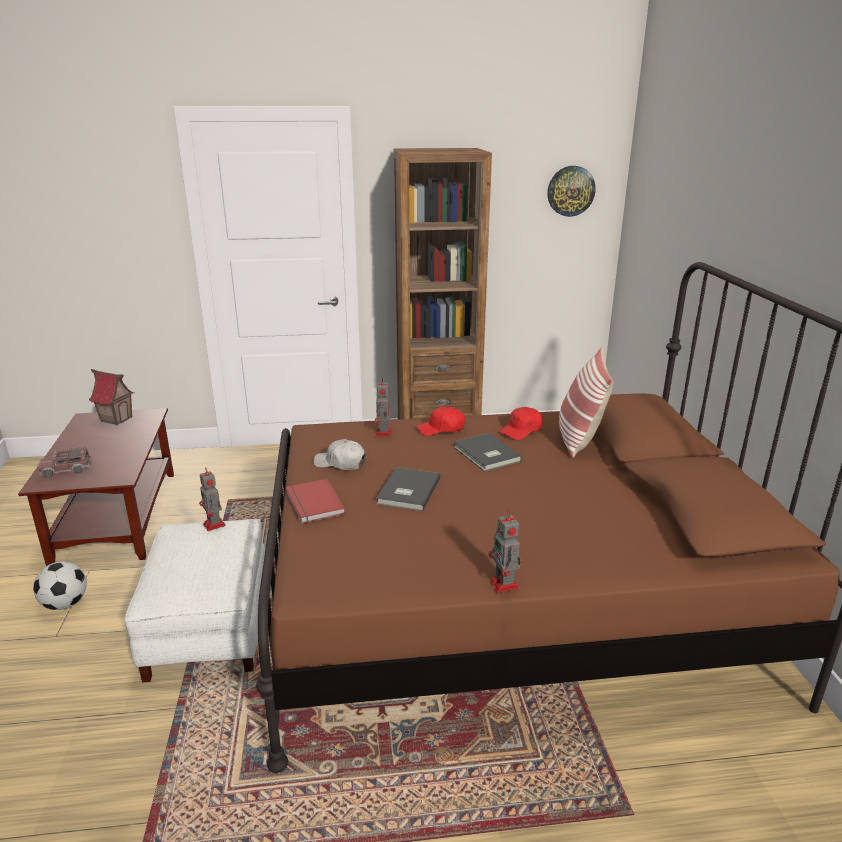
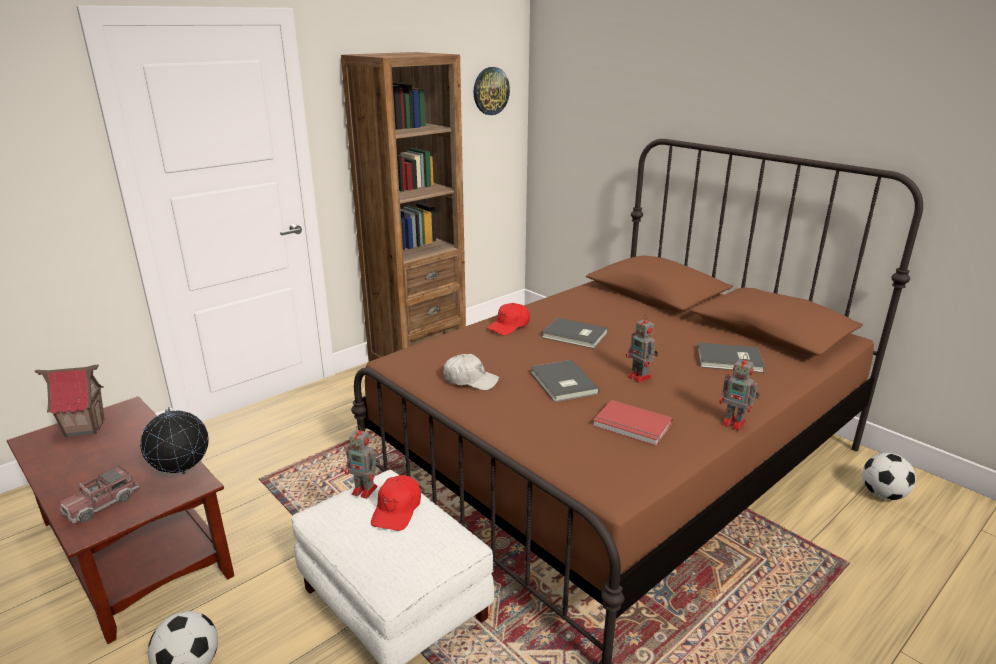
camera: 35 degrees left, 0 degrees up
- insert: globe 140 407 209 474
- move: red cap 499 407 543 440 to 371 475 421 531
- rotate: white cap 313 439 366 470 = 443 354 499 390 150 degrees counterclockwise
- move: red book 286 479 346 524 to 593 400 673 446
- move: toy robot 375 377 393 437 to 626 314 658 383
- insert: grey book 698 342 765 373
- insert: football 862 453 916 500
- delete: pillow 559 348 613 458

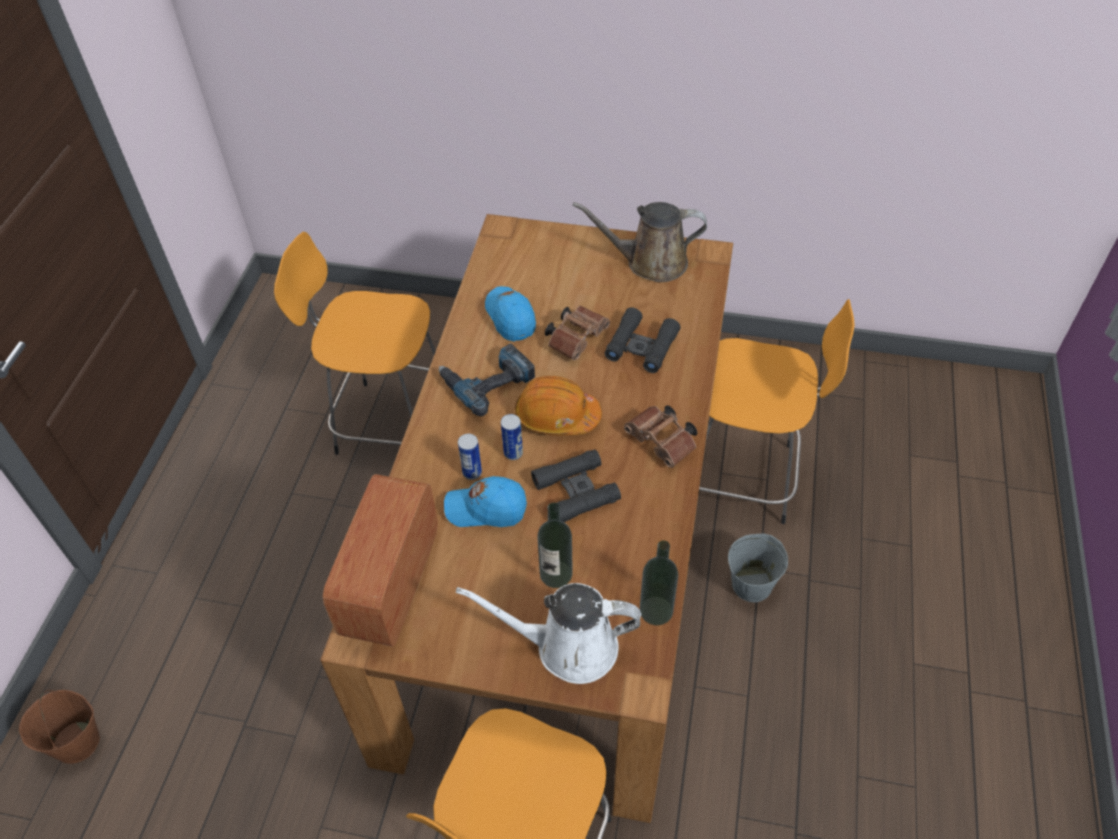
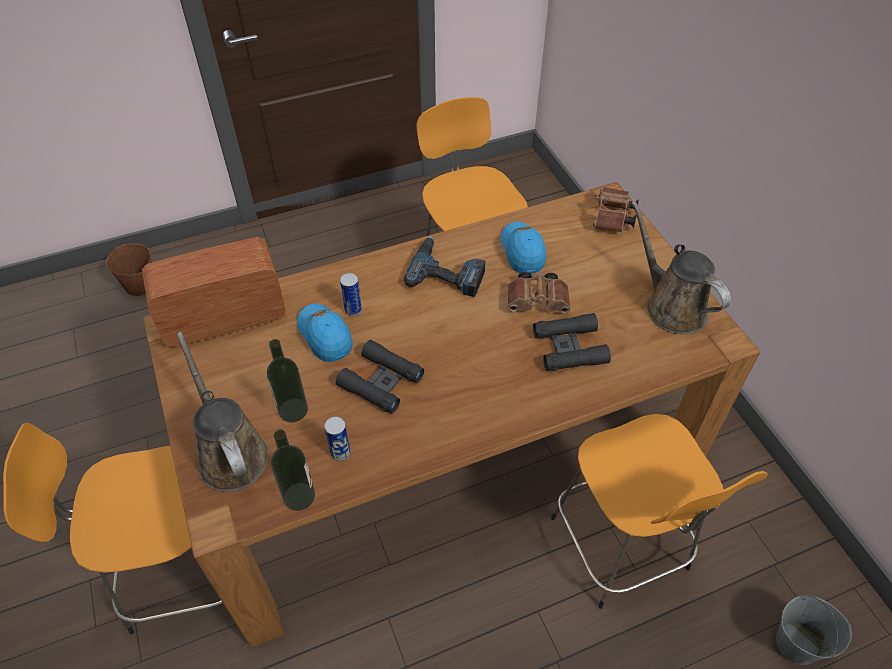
camera: 55 degrees right, 0 degrees up
- recolor: white watering can 456 583 641 684 to brown watering can 177 332 269 492
- move: can 501 414 523 460 to 324 416 351 461
- rotate: blue cap 485 286 536 341 = 501 221 546 274 45 degrees counterclockwise
- move: brown binoculars 624 405 697 468 to 593 187 639 232
- move: grey bucket 728 534 788 602 to 776 595 852 665
- delete: orange hard hat 515 376 602 435

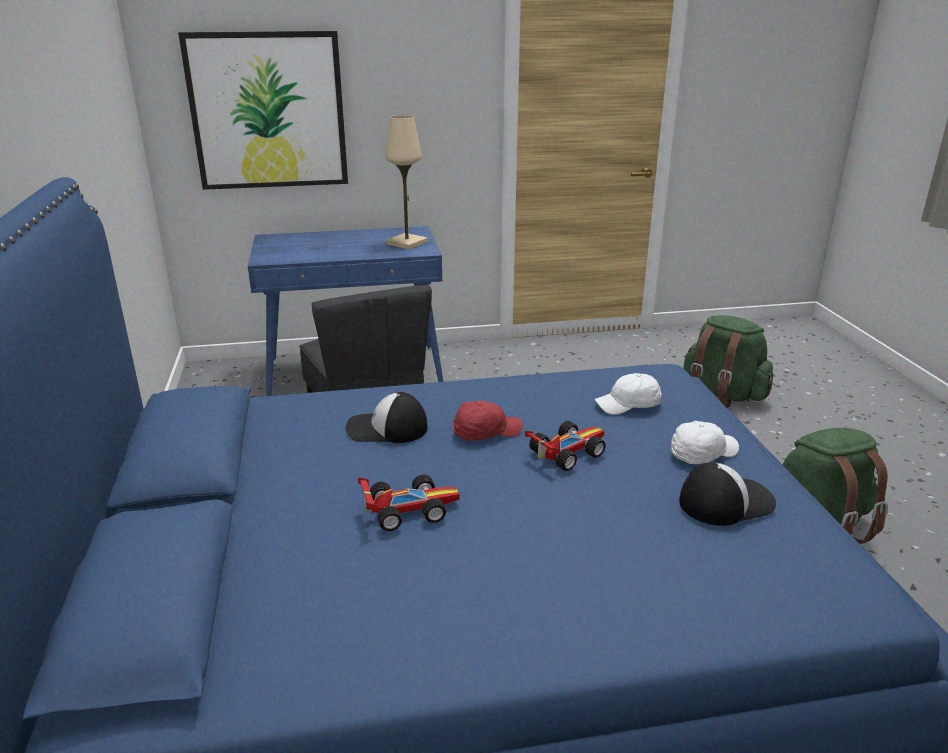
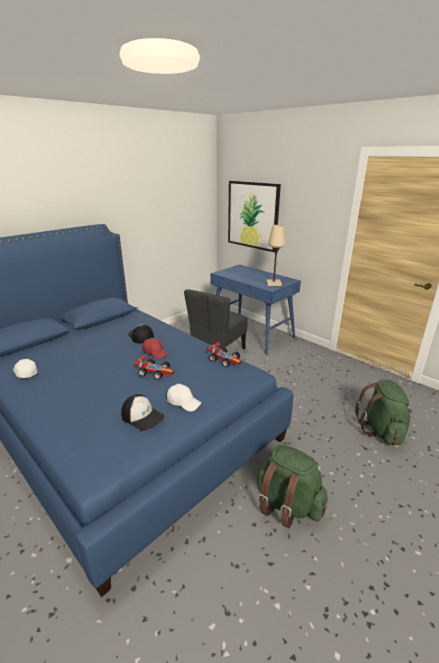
camera: 55 degrees right, 0 degrees up
- move: white cap 594 373 662 415 to 13 359 38 378
- move: toy car 358 474 460 531 to 207 342 242 367

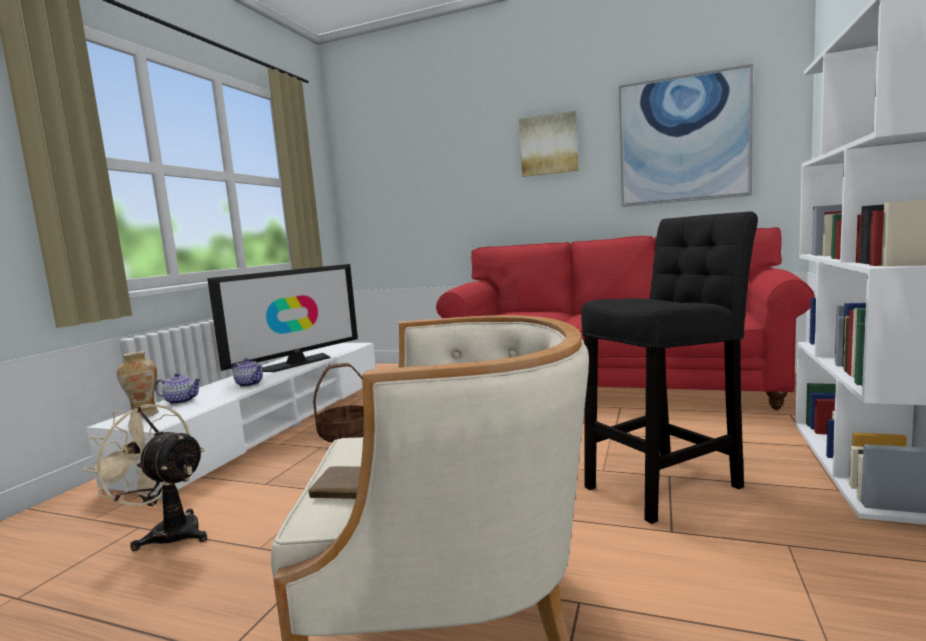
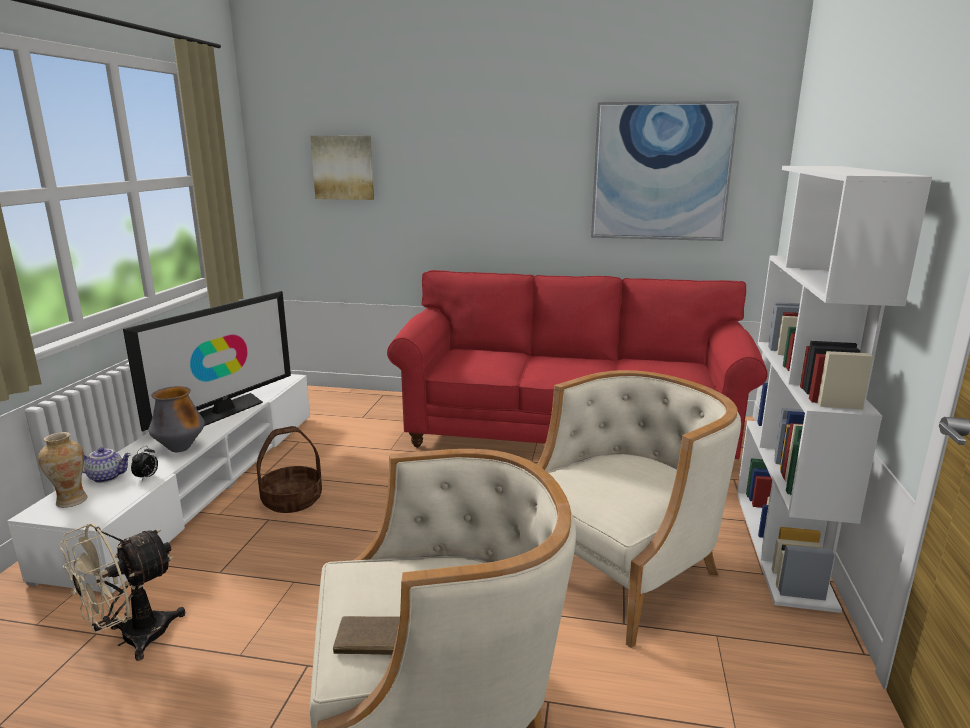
camera: 10 degrees left, 10 degrees up
- rotate: beige fan 83 404 207 551 = 59 523 185 661 60 degrees counterclockwise
- insert: alarm clock 131 446 158 481
- replace: teapot 233 358 263 387 to vase 148 386 205 452
- move: picture 519 111 578 177 to 310 136 374 200
- replace: black stool 581 212 758 524 to beige armchair 537 370 741 648

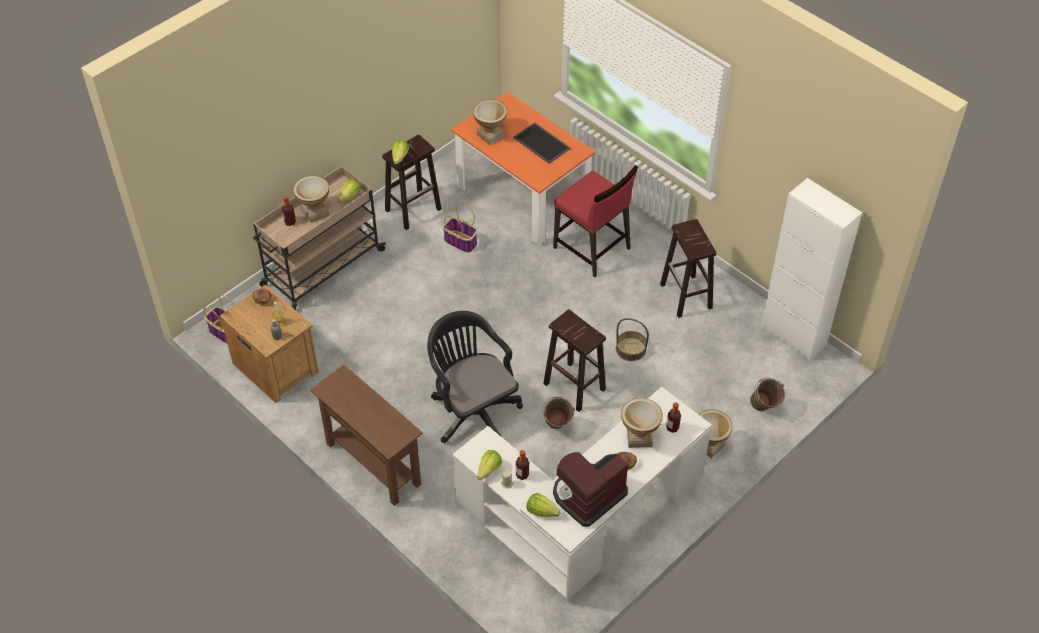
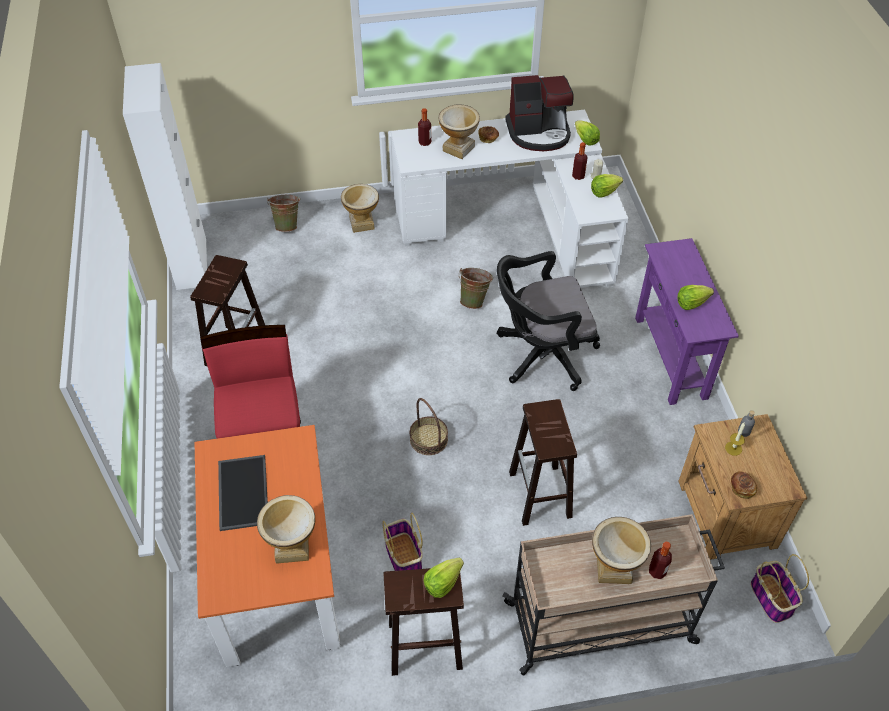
camera: 145 degrees left, 0 degrees up
- move: basket 616 318 649 361 to 410 398 448 455
- rotate: black office chair 427 311 523 443 = 497 251 600 391 75 degrees clockwise
- move: brown stool 543 309 606 412 to 509 399 577 526
- recolor: brown console table 310 365 423 506 to purple console table 635 238 739 405
- move: lettuce 337 179 361 202 to 678 285 714 310

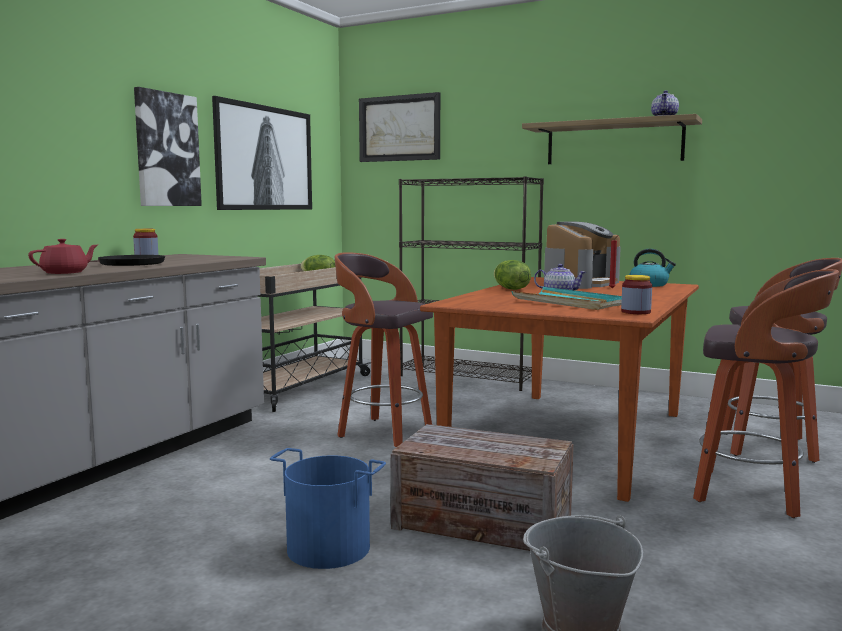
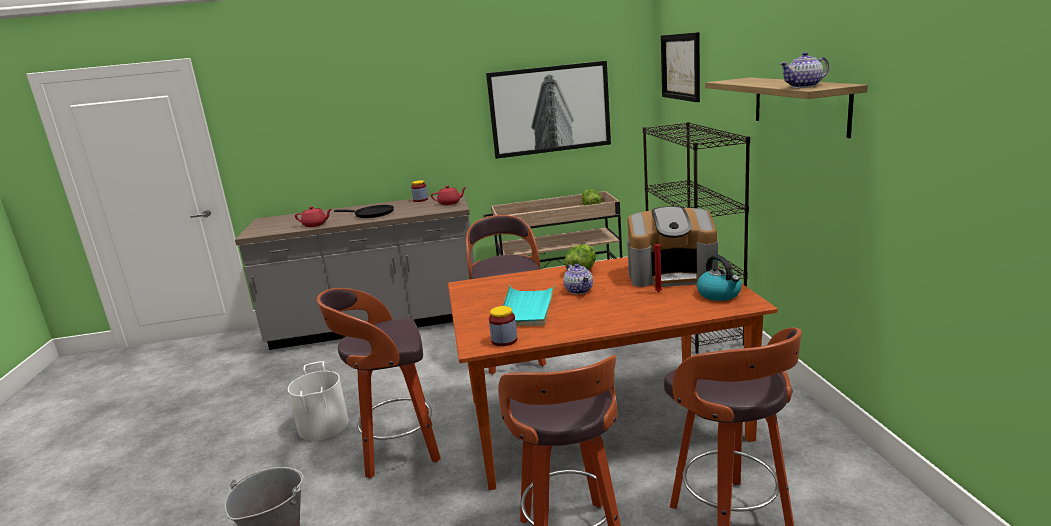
camera: 55 degrees right, 10 degrees up
- recolor: blue bucket 270 448 386 569 to white bucket 288 361 349 441
- replace: crate 391 424 574 551 to stool 317 288 441 479
- insert: red teapot 431 186 467 205
- delete: picture 134 87 202 206

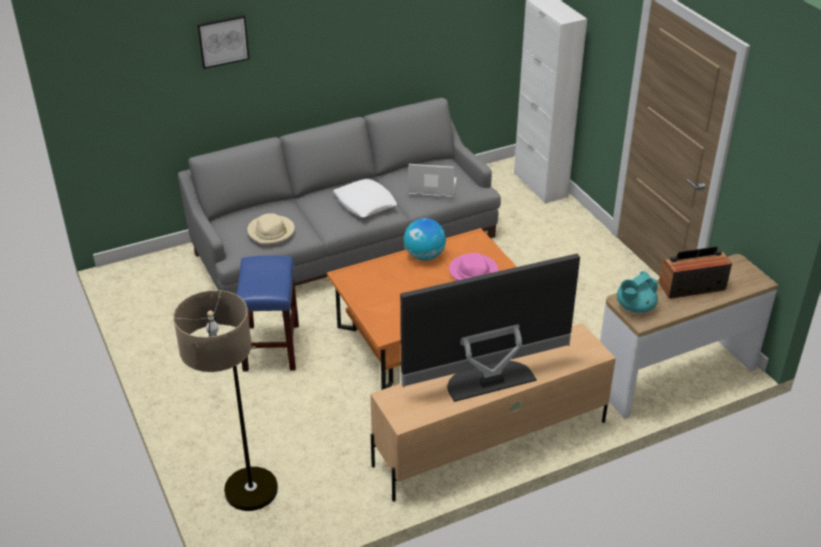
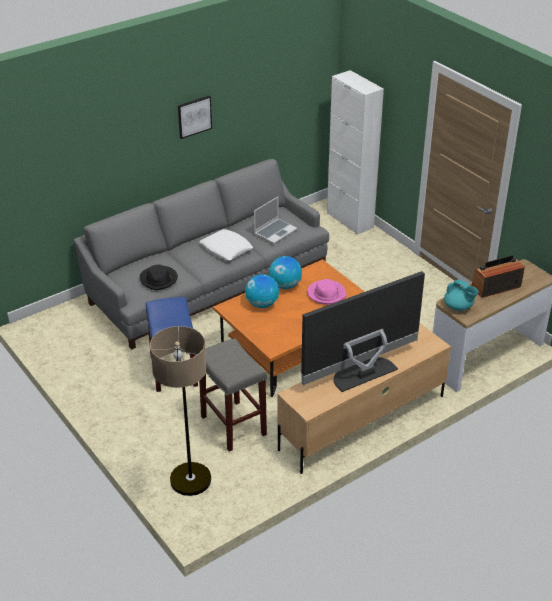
camera: 10 degrees left, 0 degrees up
- recolor: beige hat 247 213 295 245 to black hat 140 265 178 290
- move: picture 197 15 249 69 to 178 96 212 139
- insert: grey stool 199 338 267 451
- insert: globe 245 274 279 308
- rotate: laptop 409 164 457 198 = 254 196 298 244 135 degrees clockwise
- rotate: turquoise teapot 617 271 658 313 = 444 280 479 311 90 degrees counterclockwise

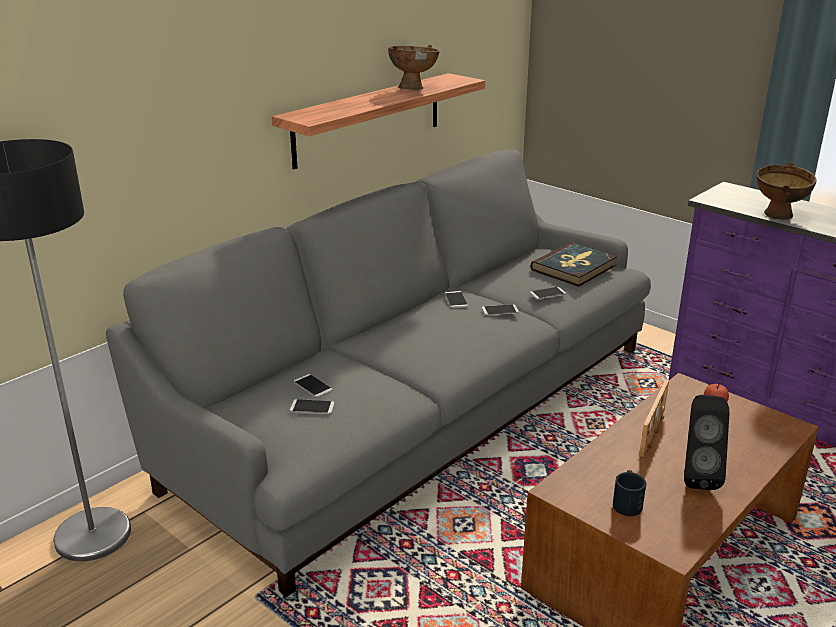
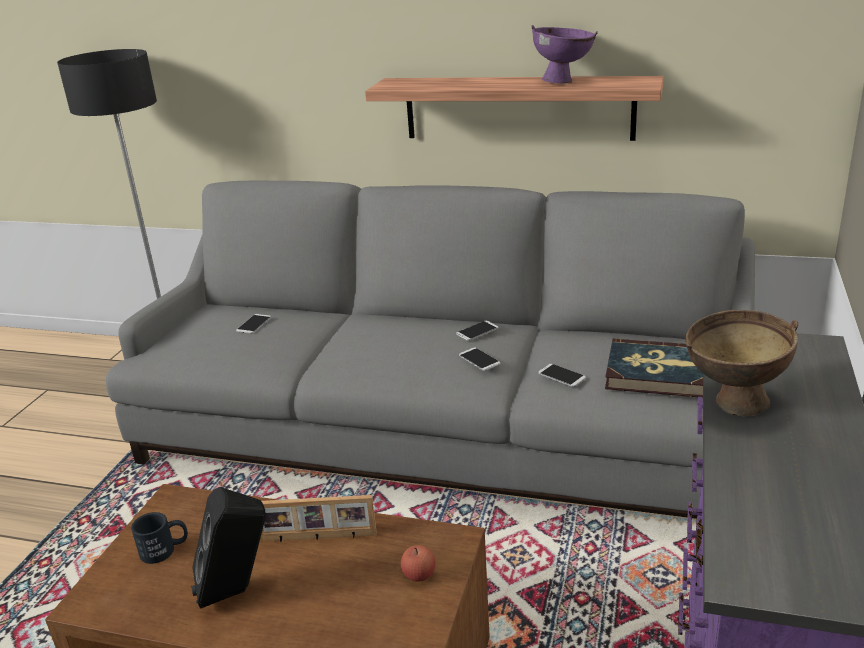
camera: 65 degrees right, 0 degrees up
- recolor: brown bowl 388 45 439 90 to purple bowl 531 25 598 84
- delete: phone 290 399 335 414

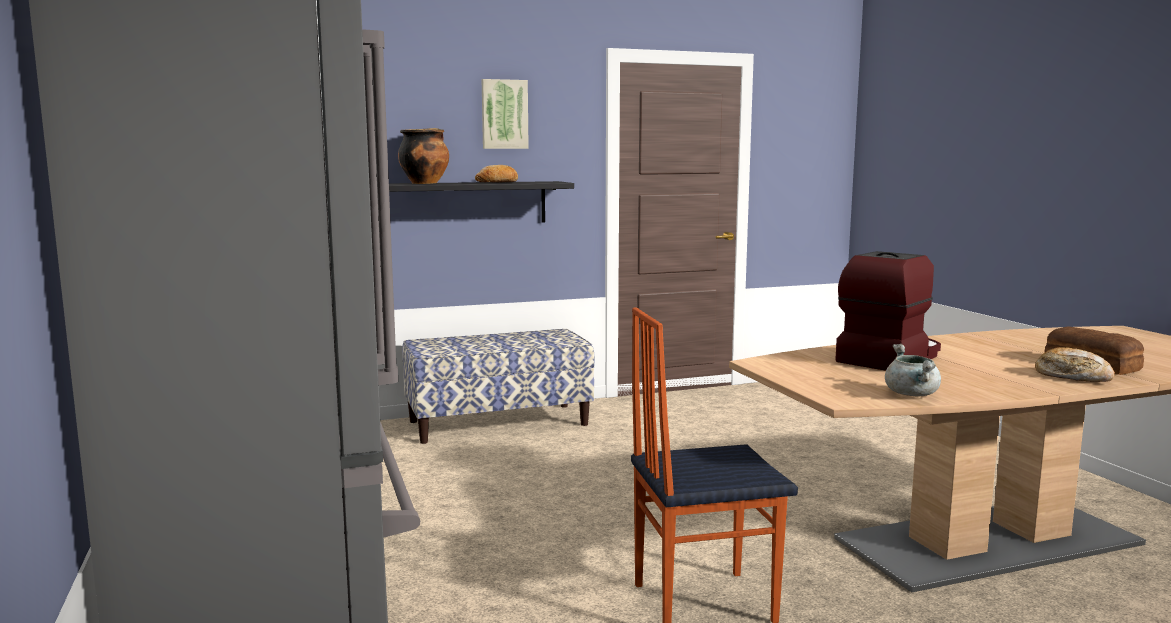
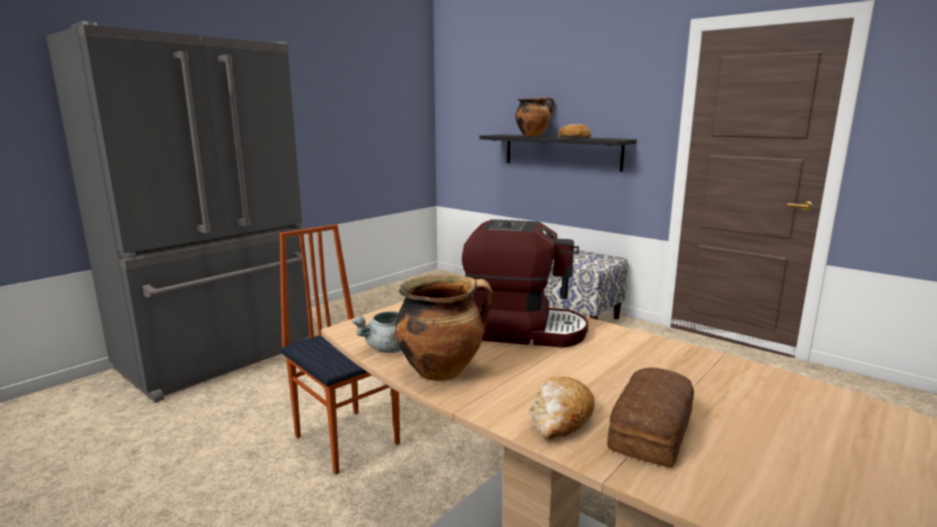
camera: 60 degrees right, 5 degrees up
- insert: cooking pot 395 275 493 381
- delete: picture 481 79 529 149

